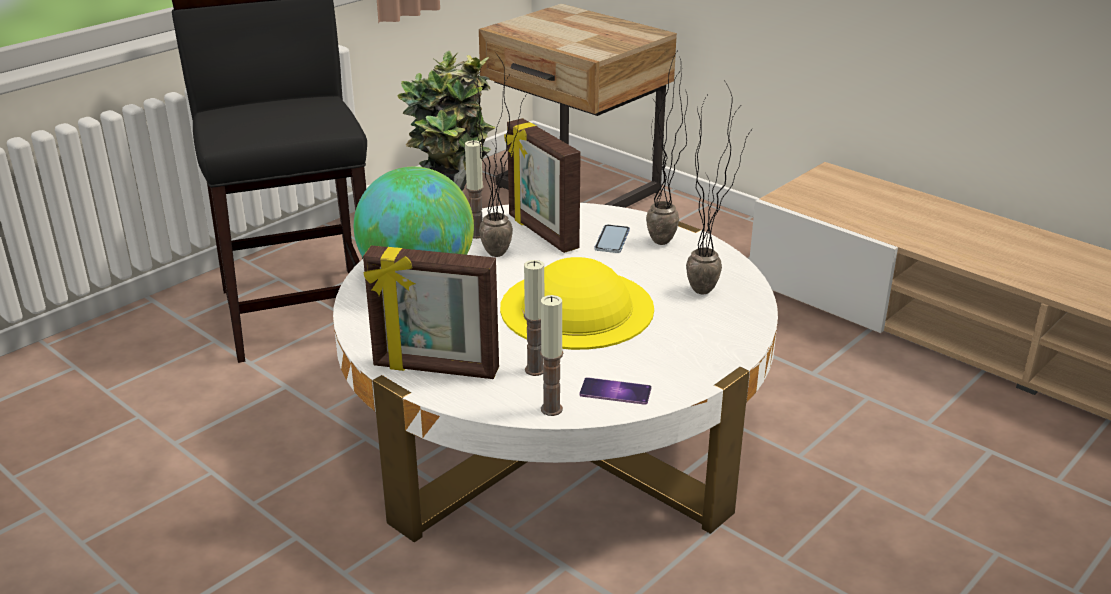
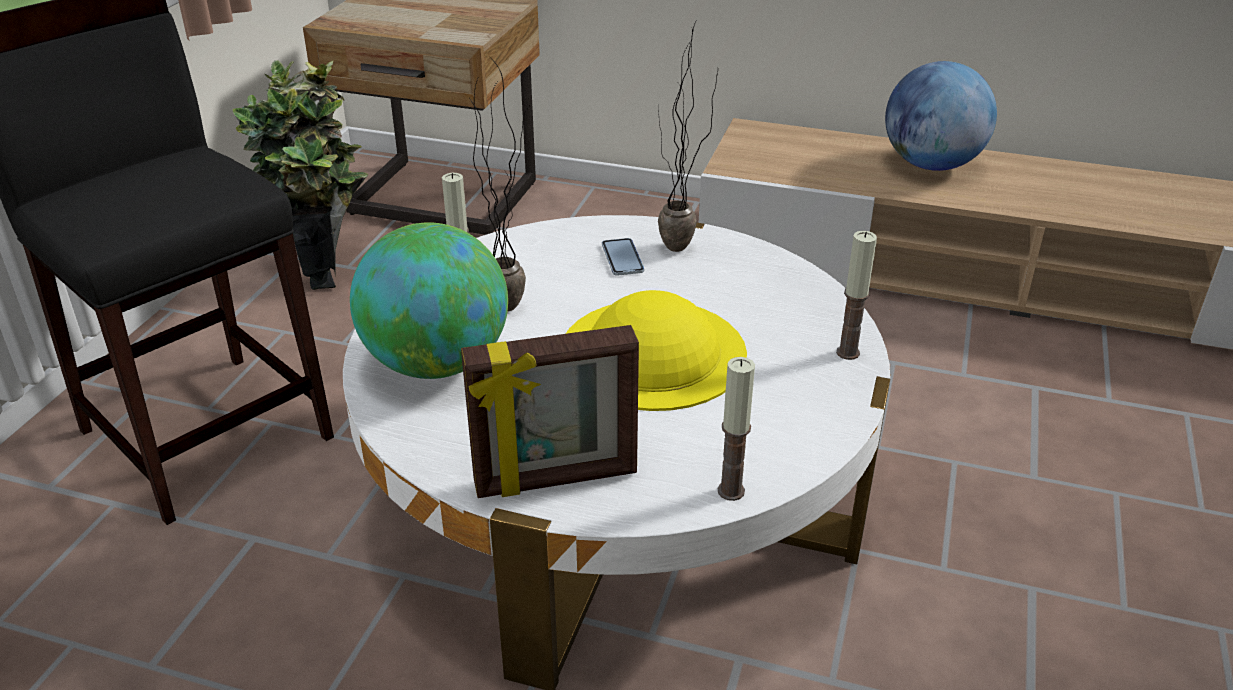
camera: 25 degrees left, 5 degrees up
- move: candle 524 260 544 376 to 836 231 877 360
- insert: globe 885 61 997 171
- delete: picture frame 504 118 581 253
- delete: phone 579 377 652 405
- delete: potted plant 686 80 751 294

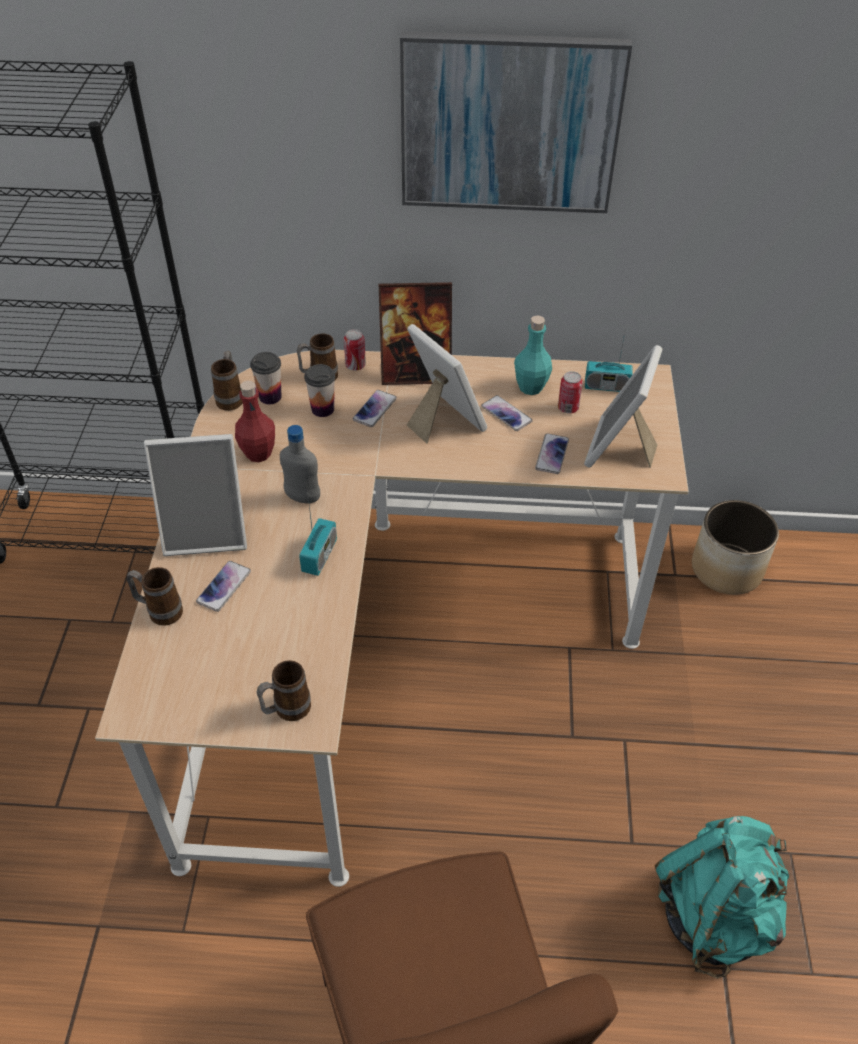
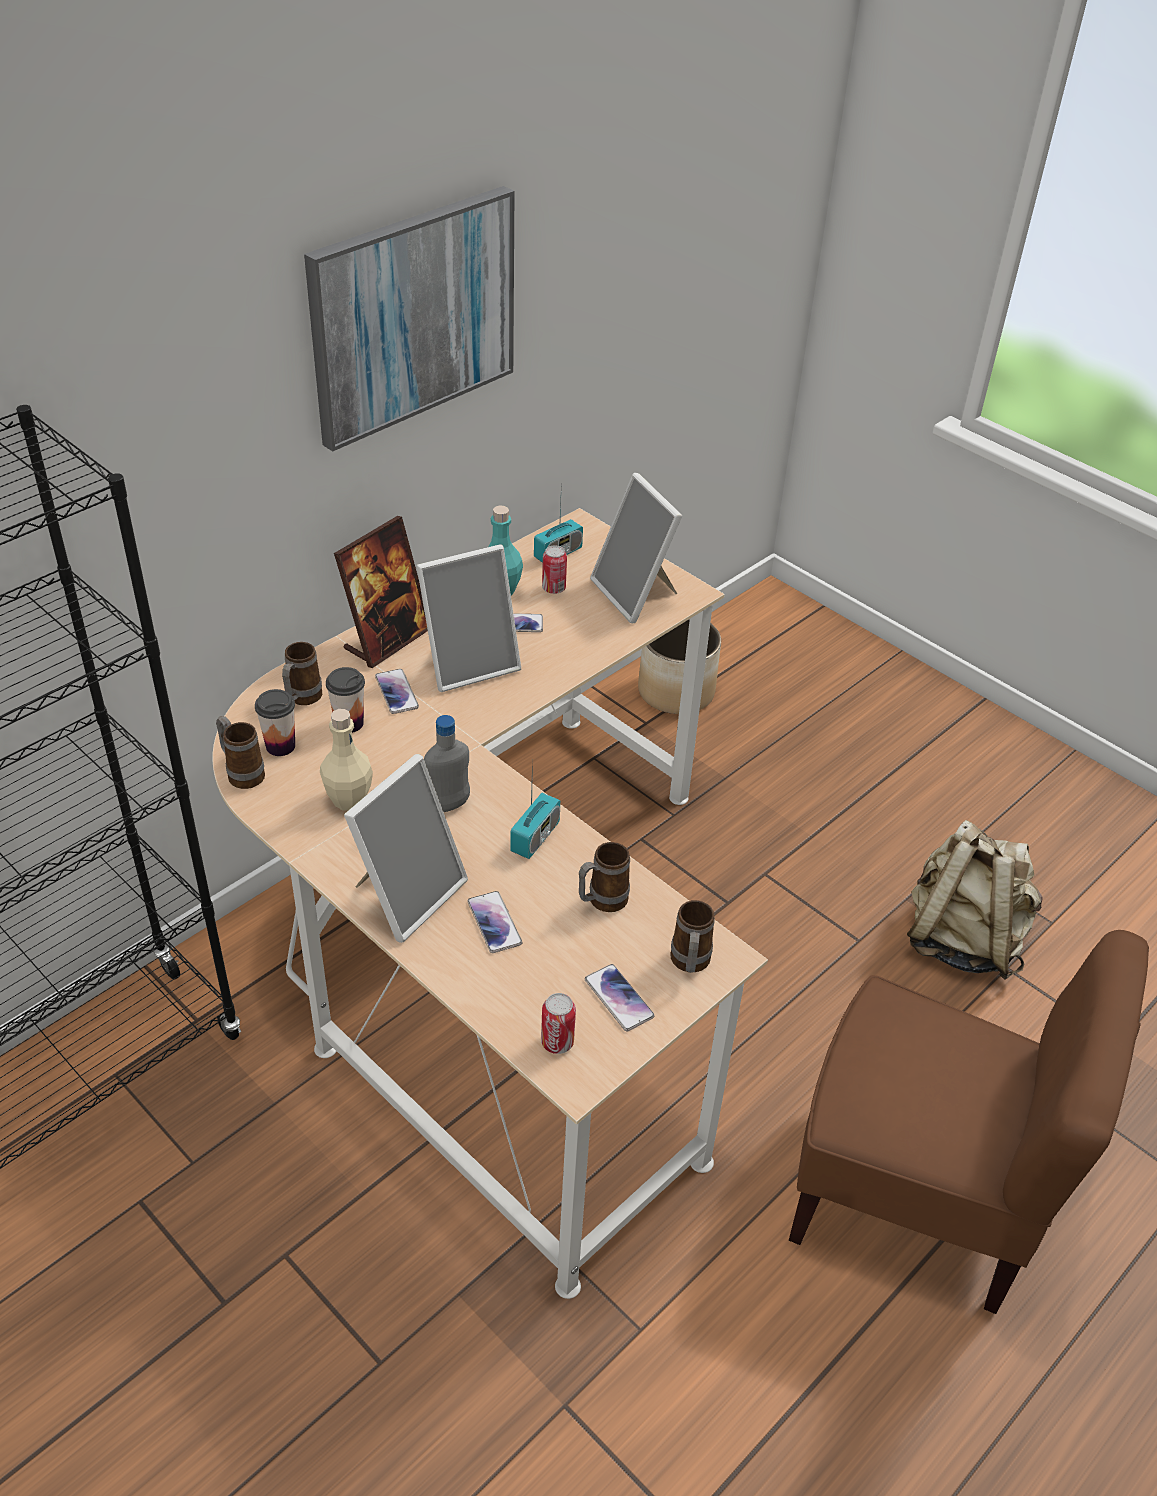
camera: 50 degrees left, 5 degrees down
- recolor: red bottle 235 381 275 462 to beige bottle 320 709 373 811
- rotate: picture frame 407 324 487 444 = 417 544 521 692 150 degrees clockwise
- rotate: radio 299 497 337 576 = 510 759 560 859 60 degrees clockwise
- move: can 344 329 366 371 to 541 993 576 1054
- move: mug 126 567 183 626 to 579 842 630 912
- move: phone 535 433 569 474 to 585 964 655 1031
- recolor: turquoise backpack 655 816 789 979 to beige backpack 907 820 1043 980

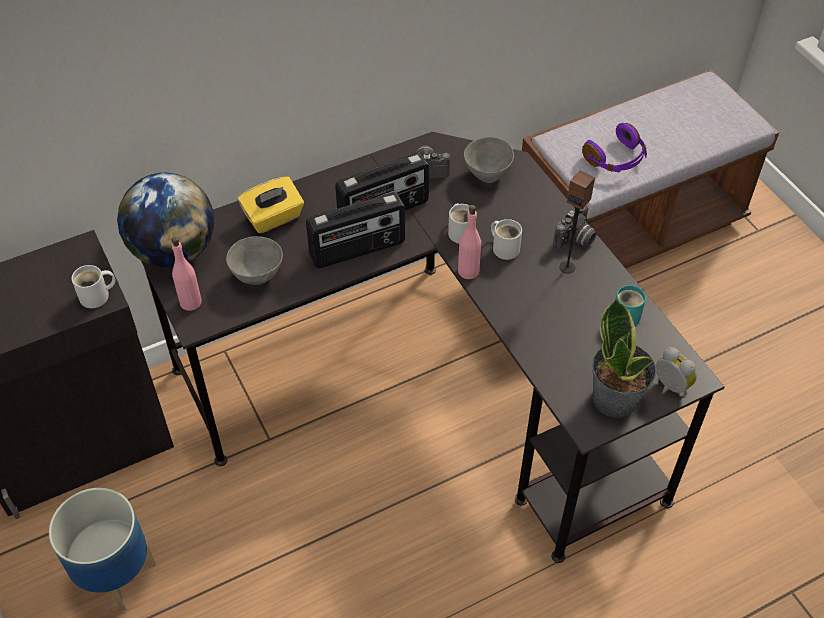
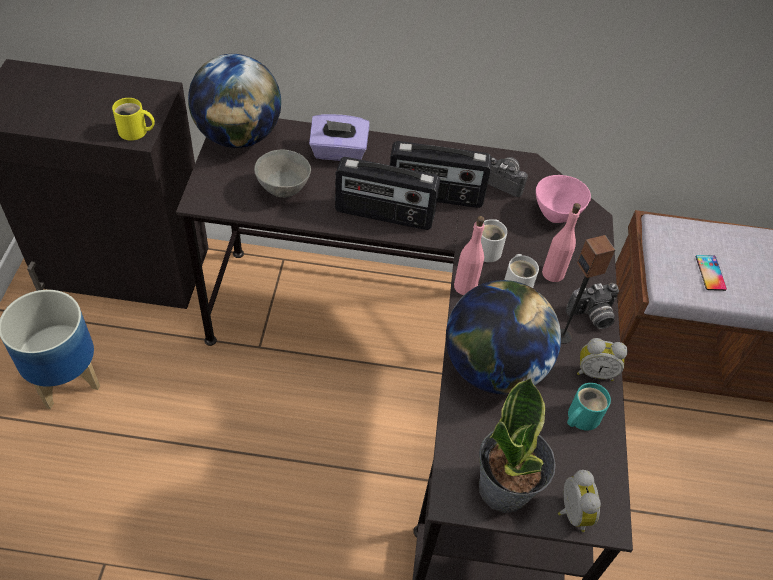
camera: 30 degrees right, 0 degrees up
- recolor: white mug 71 265 116 308 to yellow mug 112 98 155 141
- recolor: yellow tissue box 238 176 304 233 to purple tissue box 309 114 370 161
- insert: globe 446 280 561 394
- recolor: grey bowl 464 137 514 183 to pink bowl 536 175 591 223
- move: pink bottle 171 237 202 311 to 542 203 581 282
- insert: alarm clock 577 338 628 381
- replace: purple headphones 582 123 647 172 to phone 695 255 727 291

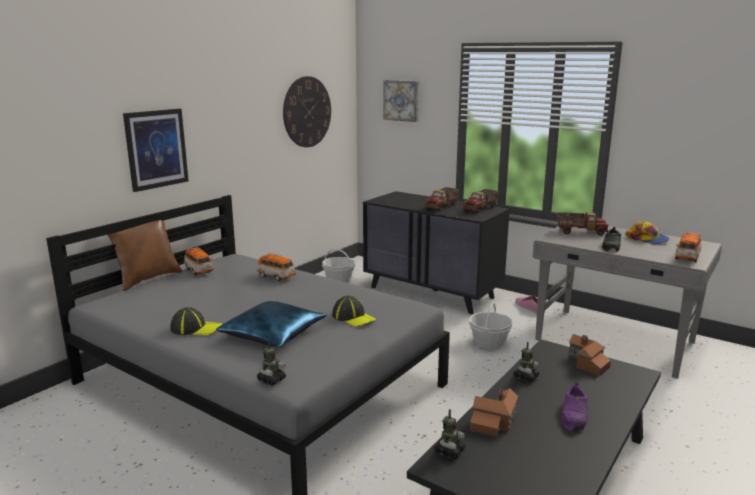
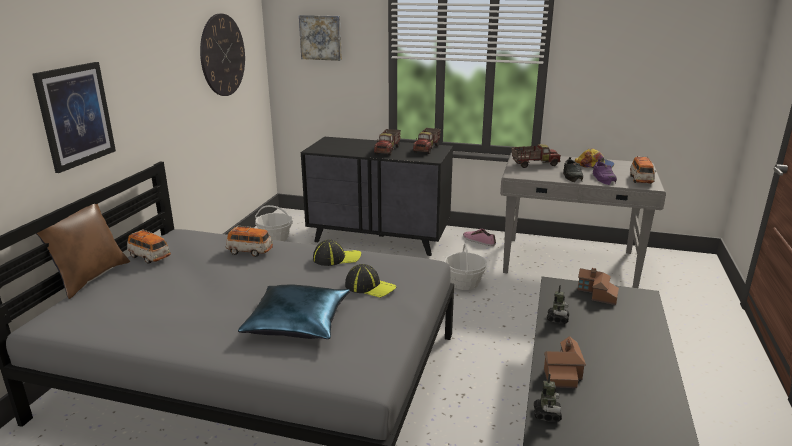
camera: 20 degrees left, 5 degrees up
- move: cap 170 307 222 335 to 313 240 361 266
- move: purple shoe 561 383 588 431 to 593 159 617 185
- delete: toy robot 257 340 286 386

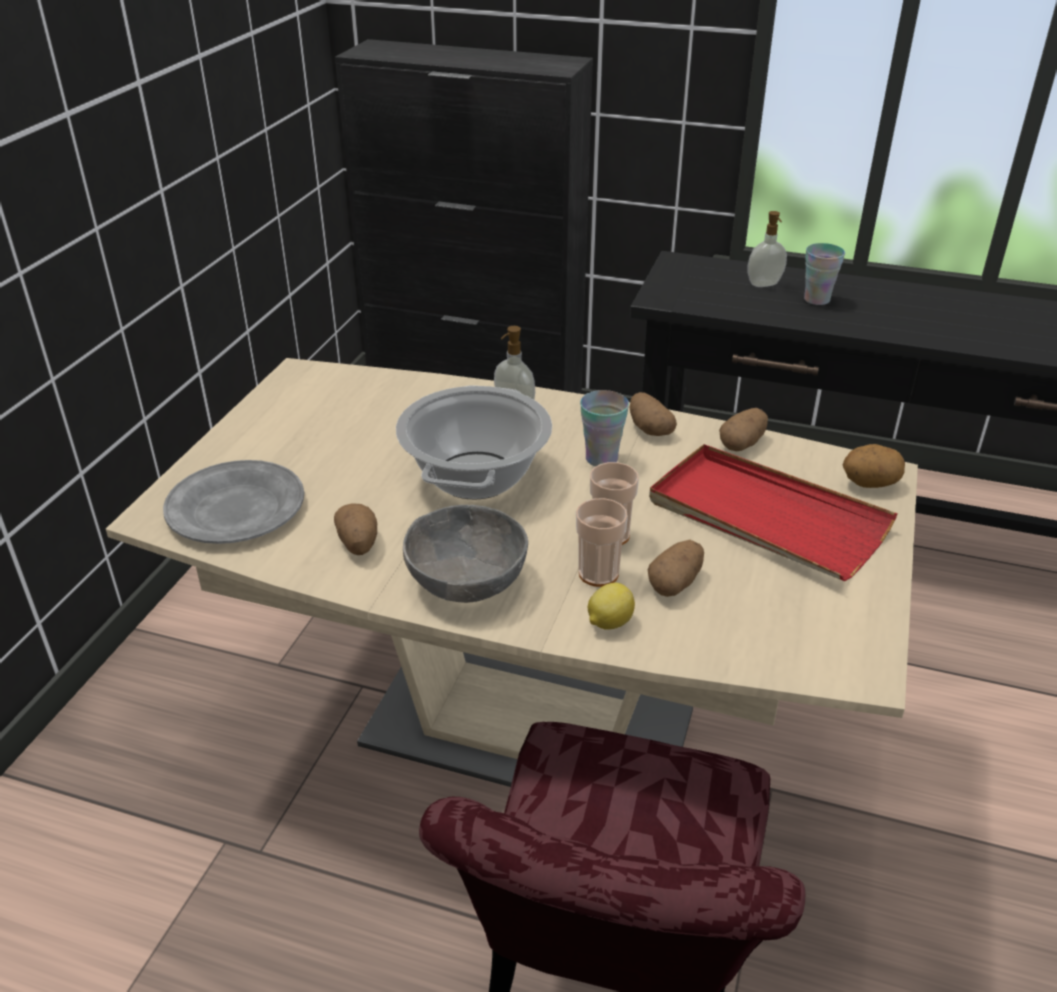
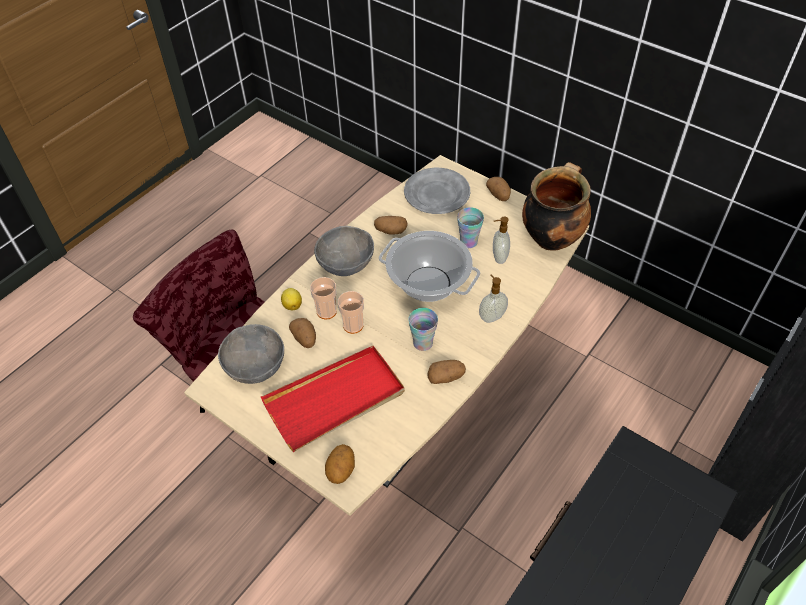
camera: 110 degrees right, 15 degrees up
- insert: grey bowl 218 324 284 384
- move: cup 804 243 845 305 to 457 207 484 248
- move: potato 719 408 768 451 to 486 177 511 201
- move: soap dispenser 748 211 787 287 to 493 217 510 264
- insert: cooking pot 522 162 591 251

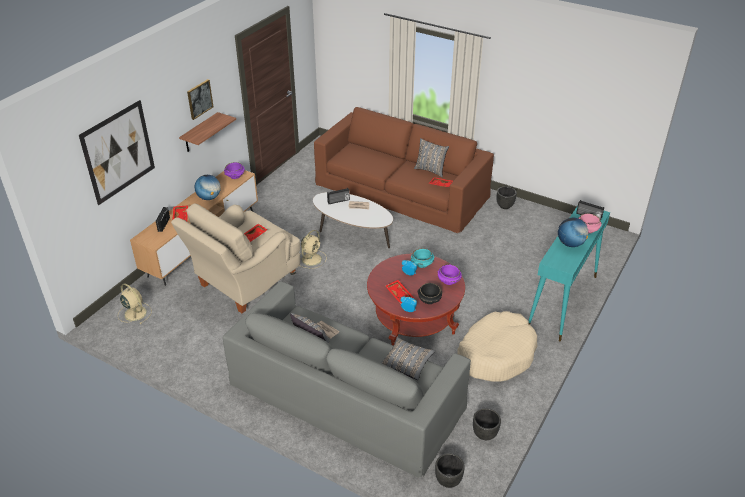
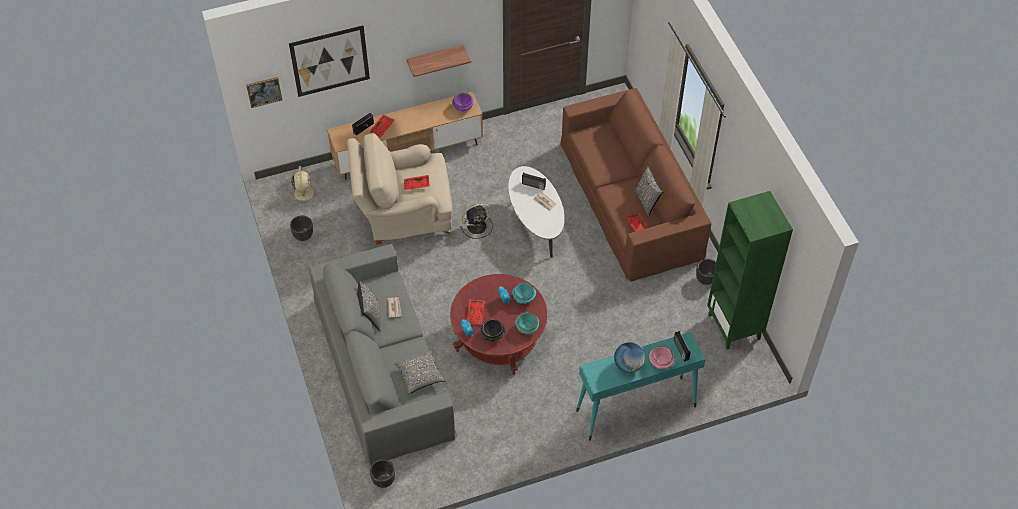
camera: 40 degrees right, 15 degrees up
- move: picture 187 79 213 120 to 246 77 282 108
- move: black planter 473 408 501 440 to 290 215 313 241
- recolor: beige fan 299 230 327 269 to black fan 460 204 493 239
- recolor: purple bowl 438 264 462 285 to turquoise bowl 515 312 539 334
- insert: green bookcase 707 191 793 349
- delete: globe 195 175 221 200
- delete: beige dog bed 457 311 538 382

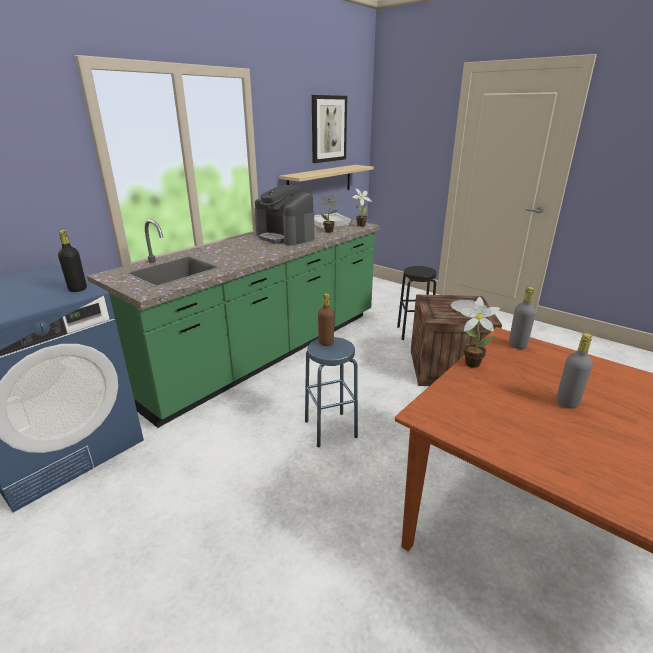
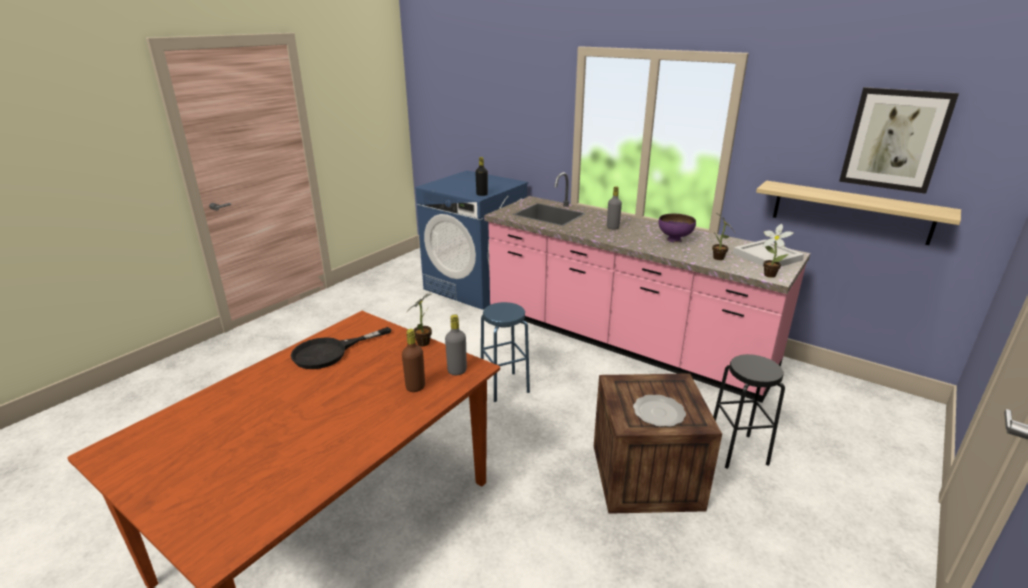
camera: 85 degrees right, 0 degrees up
- insert: black frying pan 291 327 391 369
- move: brown bottle 318 293 335 346 to 402 329 425 392
- recolor: green counter 87 219 380 428 to pink counter 484 172 811 403
- move: grey bottle 556 333 593 409 to 607 186 622 230
- replace: coffee machine 255 185 315 246 to purple bowl 658 214 696 243

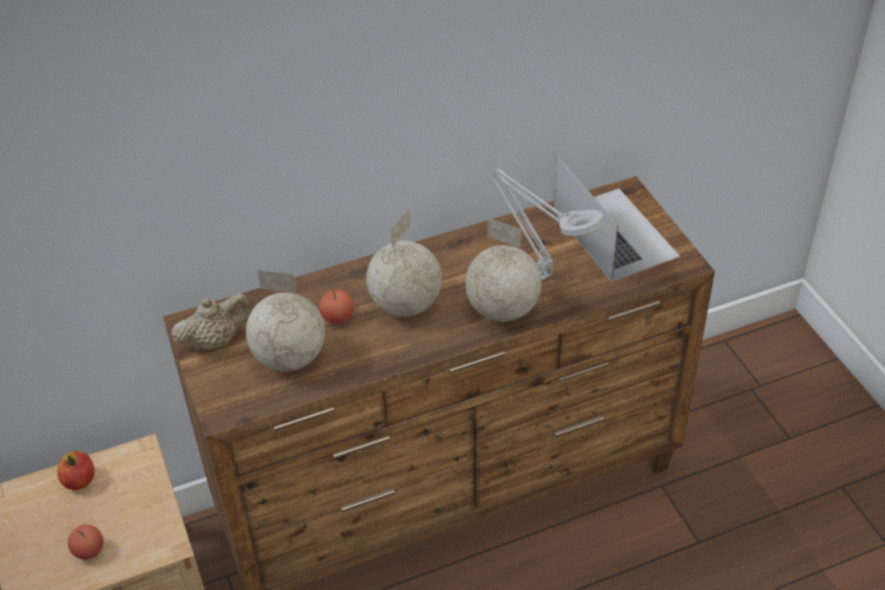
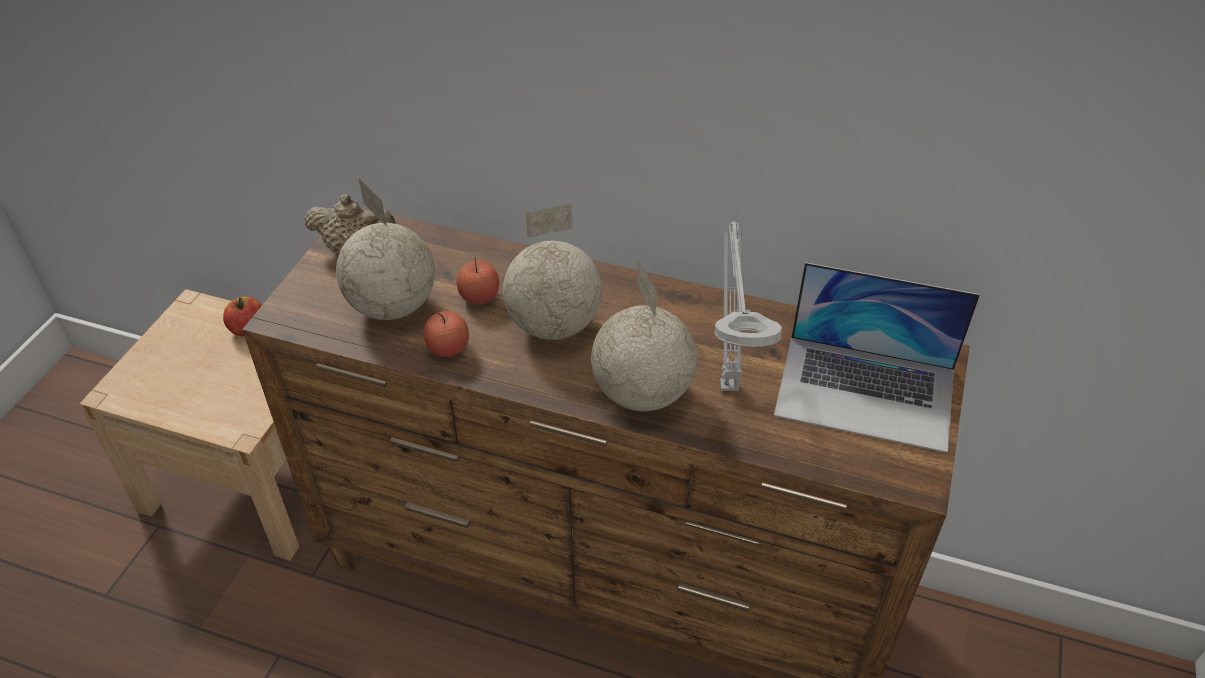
camera: 40 degrees right, 0 degrees up
- move: apple 68 525 103 560 to 424 311 469 357
- rotate: laptop 554 155 680 282 = 774 262 980 453 90 degrees clockwise

